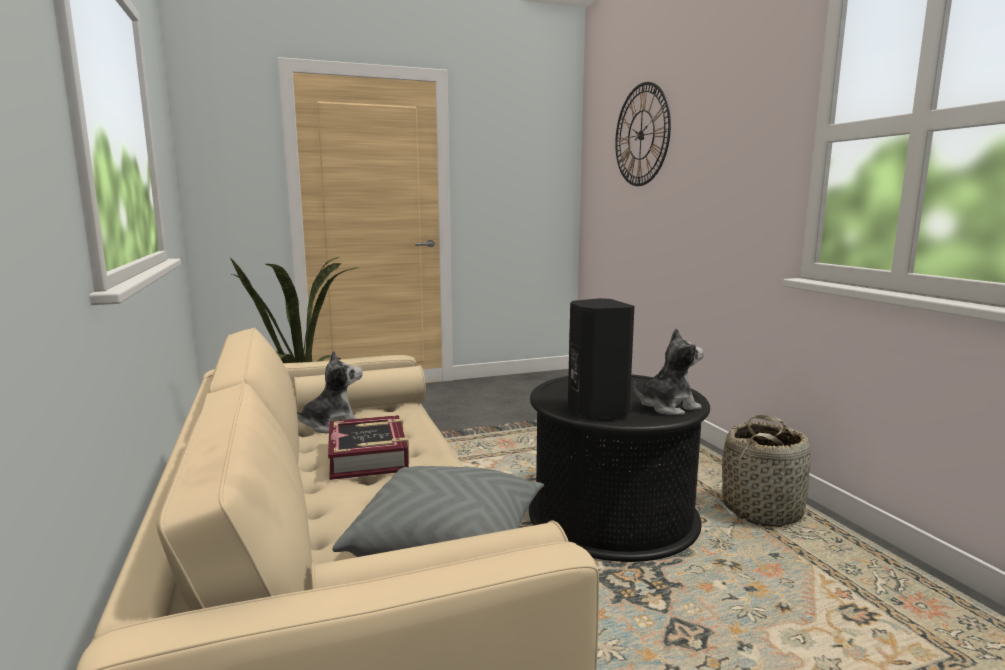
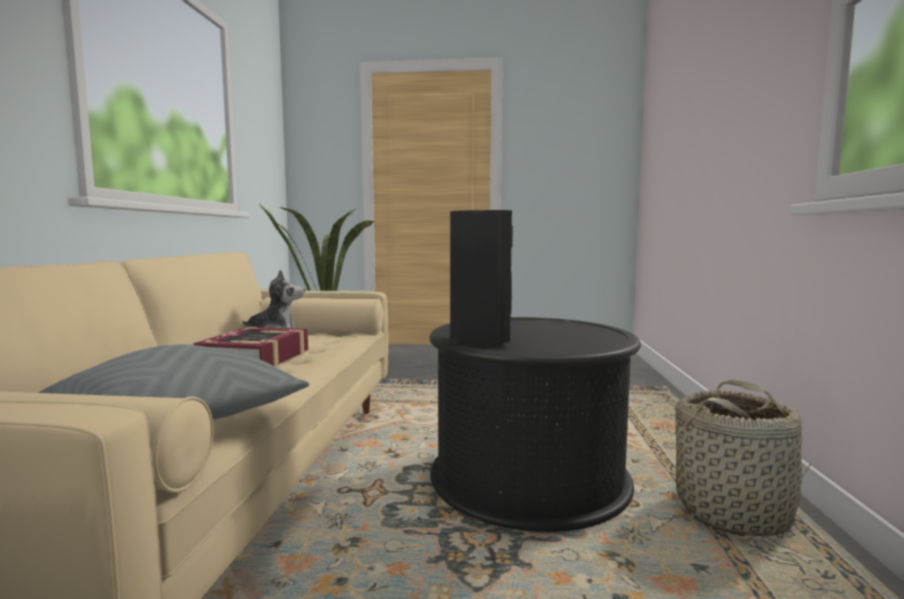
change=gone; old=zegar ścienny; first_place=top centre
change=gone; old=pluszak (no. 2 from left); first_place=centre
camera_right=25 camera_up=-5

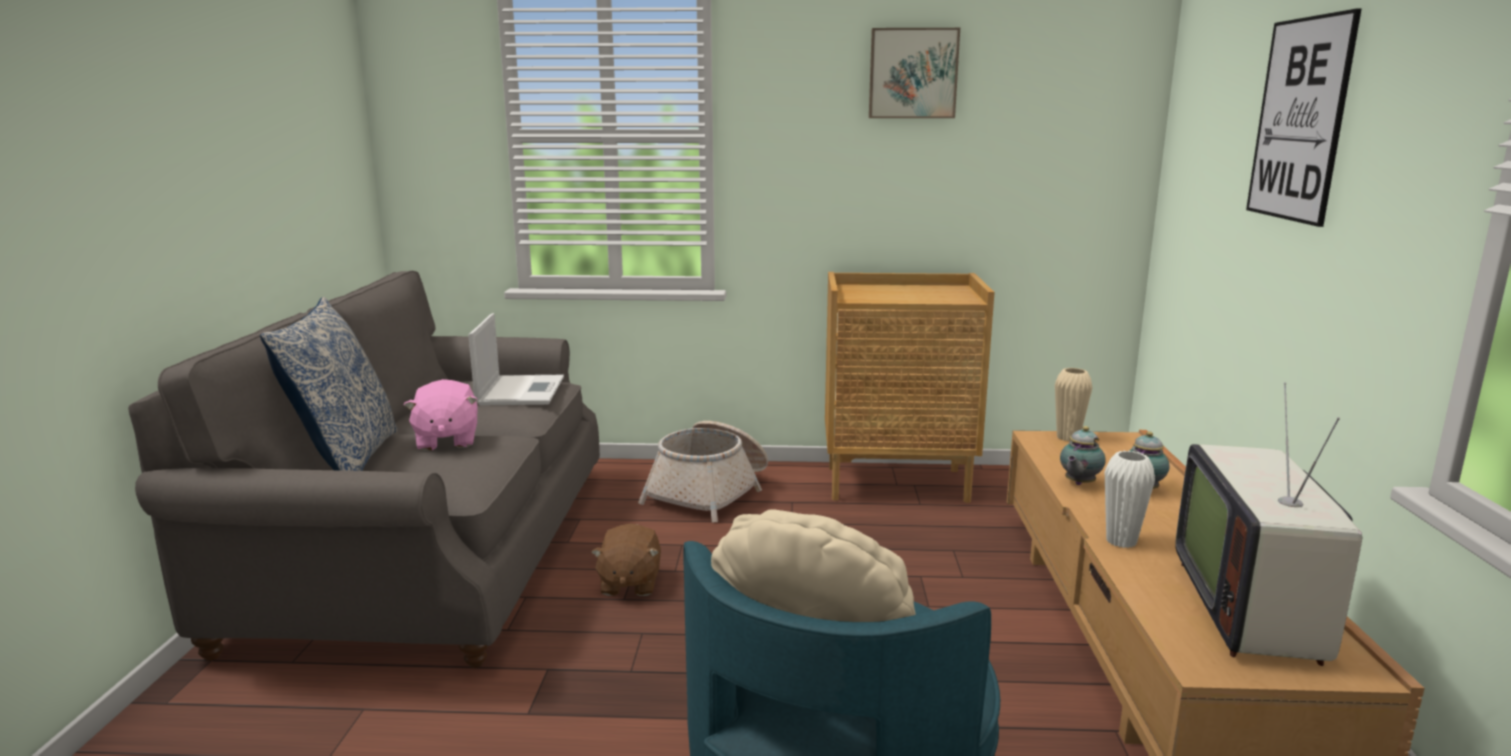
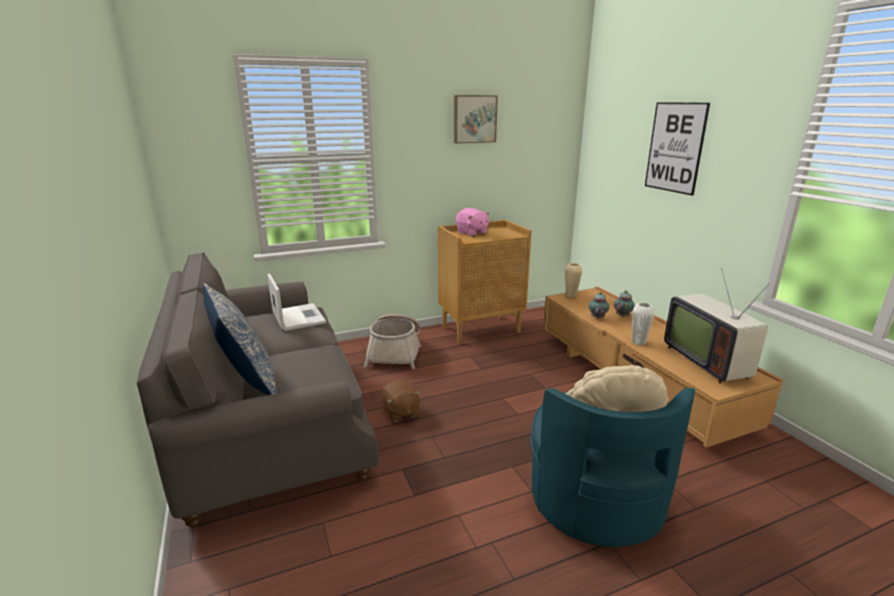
change=shifted; old=pluszak/różowy; first_place=middle left; second_place=centre
camera_right=-25 camera_up=5

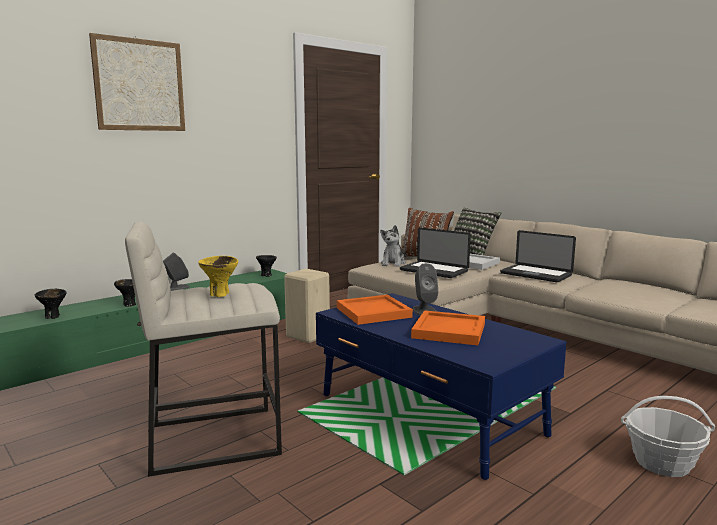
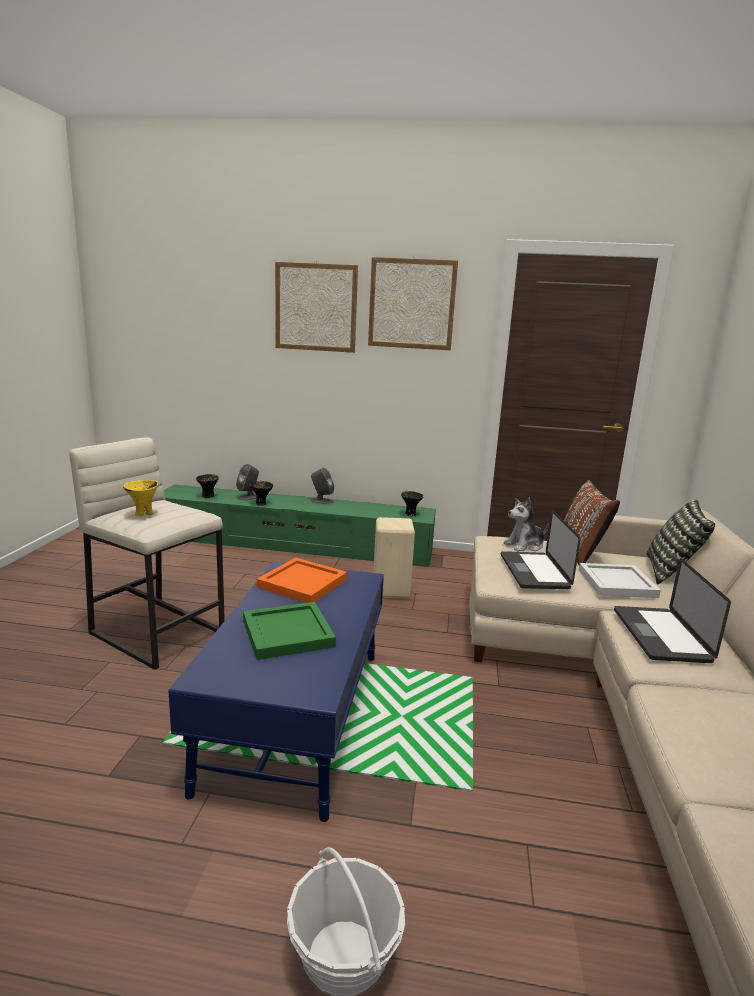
change=shifted; old=głośnik/szary (no. 2 from left in the first image); new=głośnik/szary (no. 1 from left); first_place=centre; second_place=middle left
change=repainted; old=taca/pomarańczowy (no. 2 from left); new=taca/zielony; first_place=centre; second_place=centre
change=new; new=obraz (no. 2 from left); second_place=top centre
camera_right=50 camera_up=5

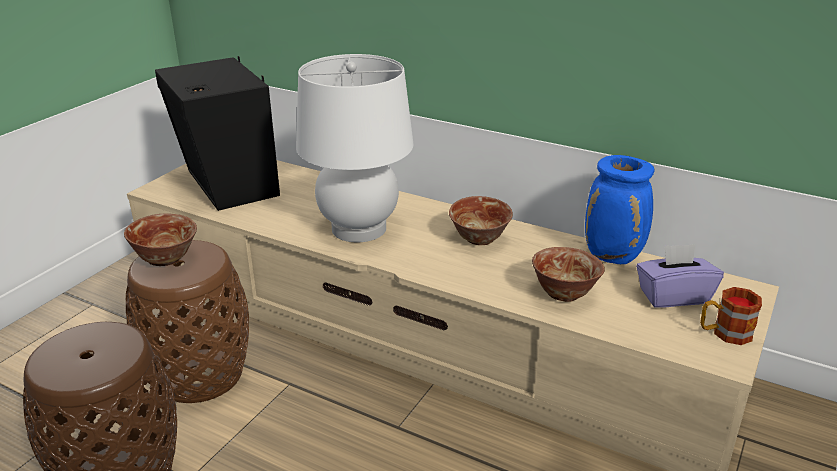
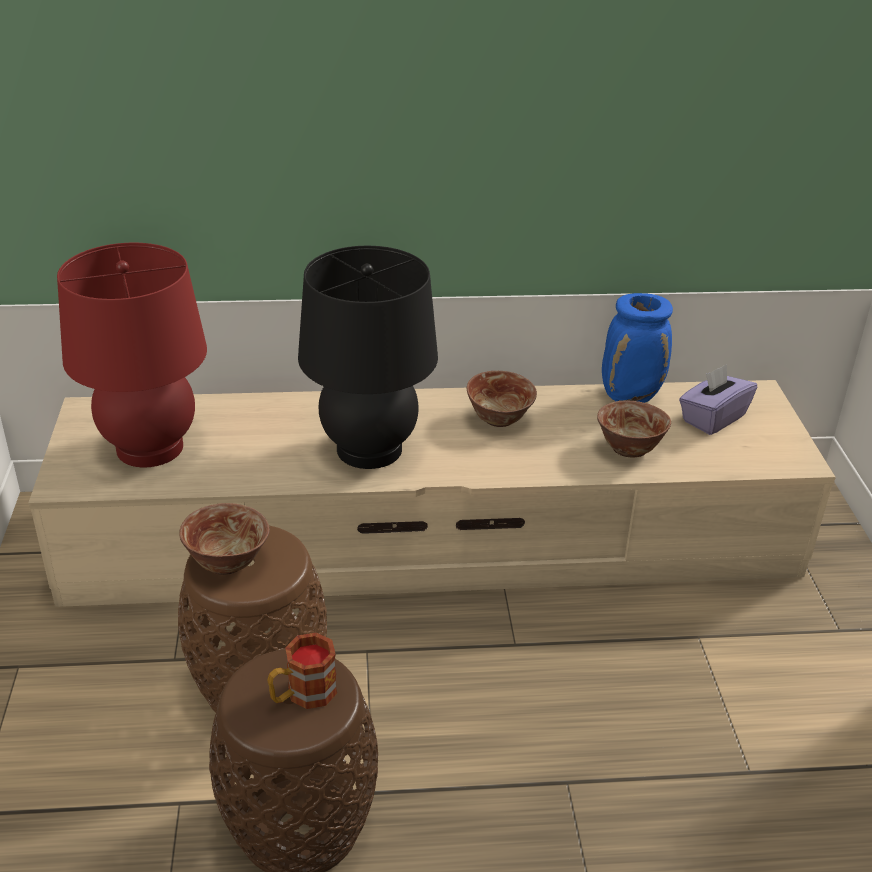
change=repainted; old=lampa stołowa/biały; new=lampa stołowa/czarny; first_place=top centre; second_place=centre
change=swapped; old=głośnik/czarny; new=lampa stołowa/czerwony; first_place=top left; second_place=middle left
change=shifted; old=kubek; first_place=bottom right; second_place=bottom centre
camera_right=-35 camera_up=5

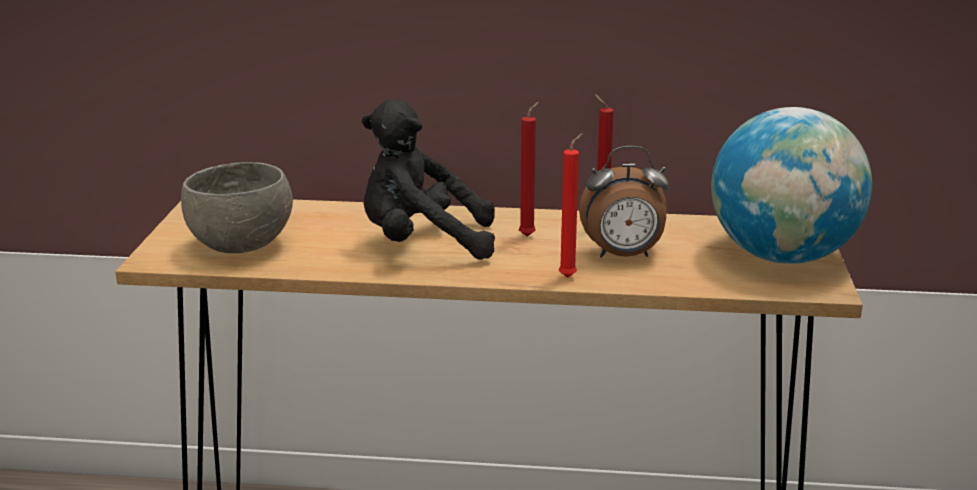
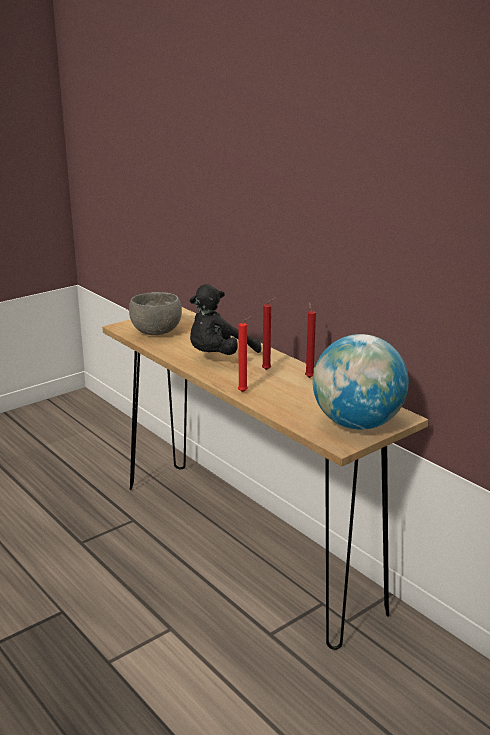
change=rotated; old=pluszak/czarny; first_place=centre; second_place=centre; degrees=-90
change=gone; old=budzik; first_place=centre
camera_right=45 camera_up=0

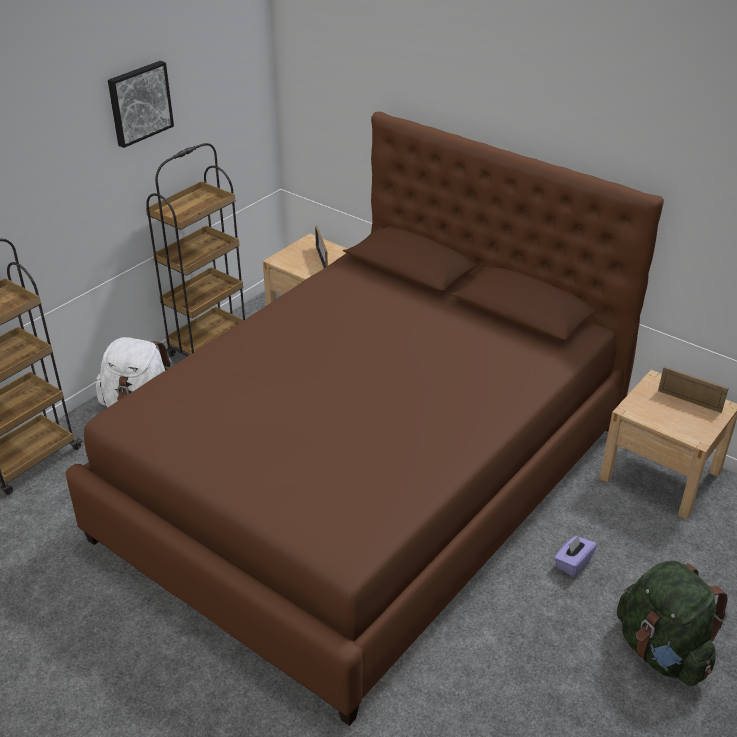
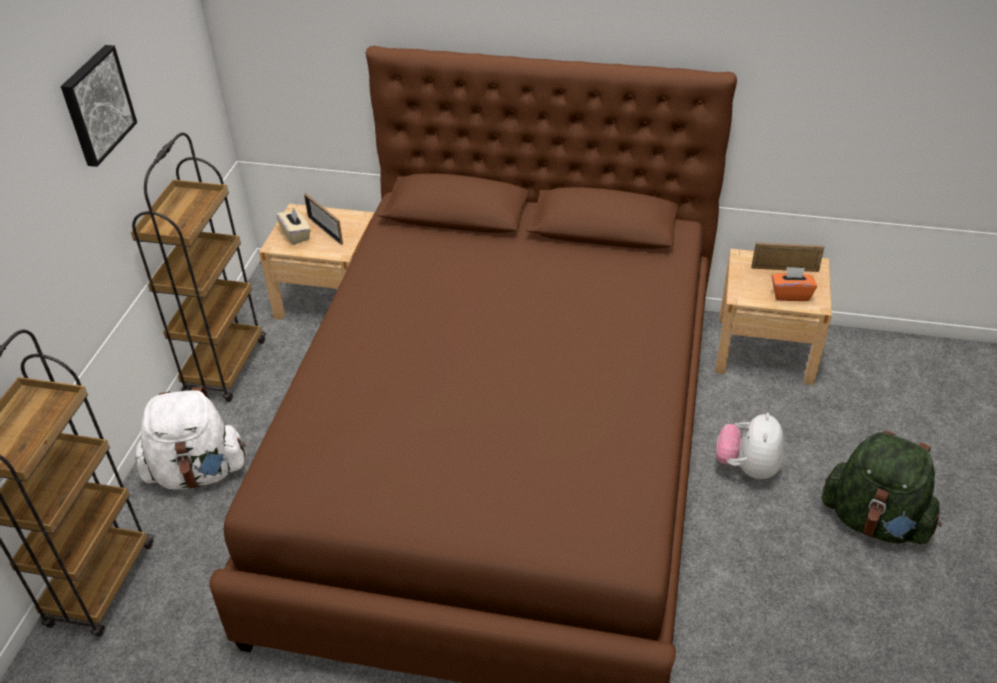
change=swapped; old=pudełko chusteczek/fioletowy; new=pluszak; first_place=bottom right; second_place=middle right
change=new; new=pudełko chusteczek/beżowy; second_place=top left
change=new; new=pudełko chusteczek/pomarańczowy; second_place=middle right
camera_right=-25 camera_up=5

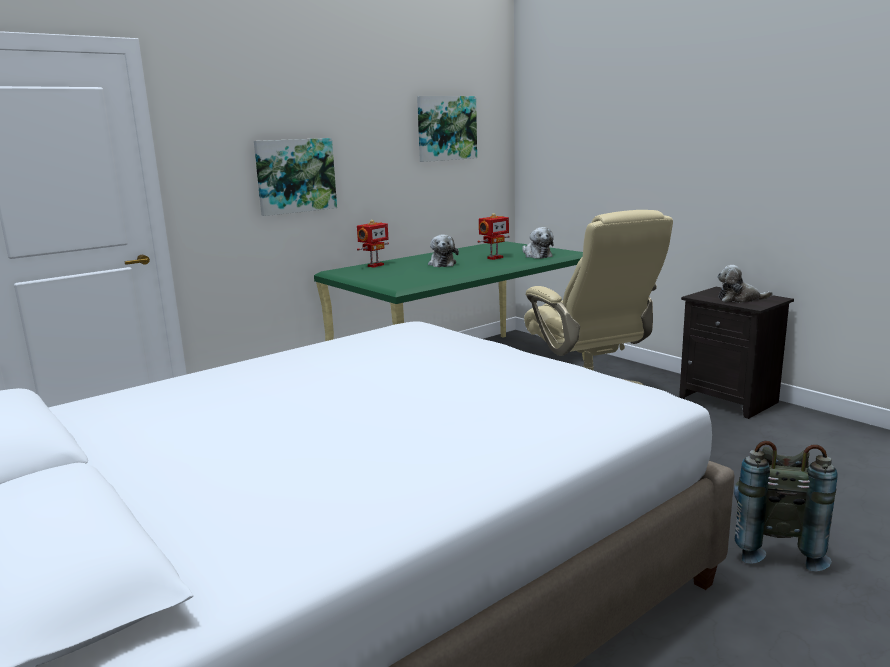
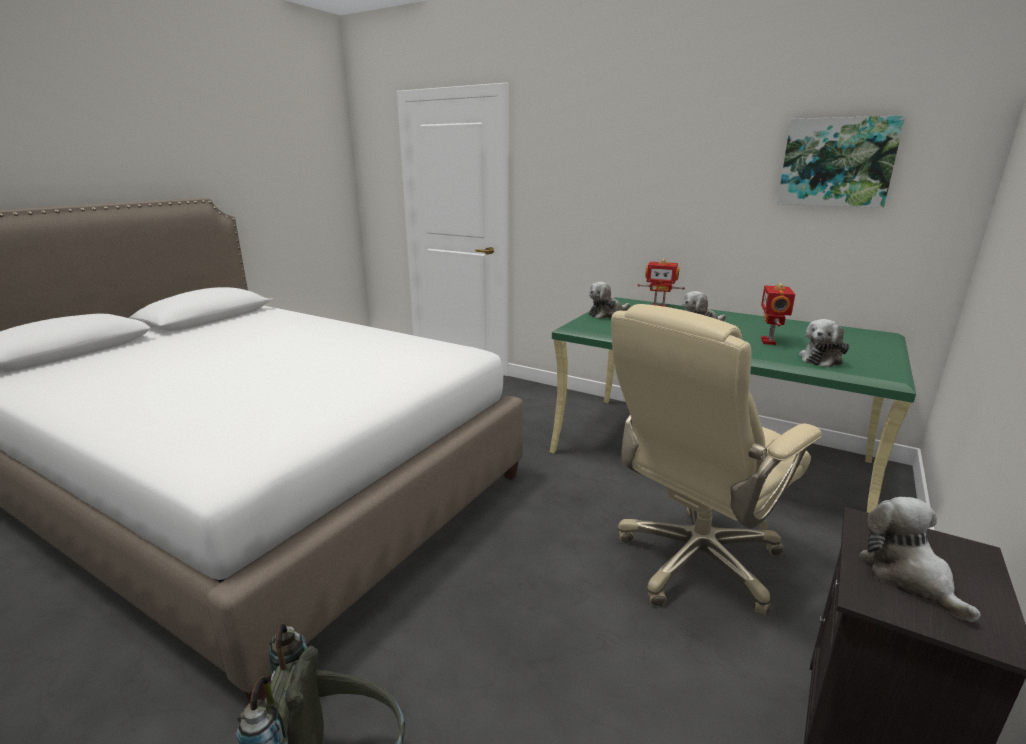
change=gone; old=obraz (no. 1 from left); first_place=top left
change=rotated; old=robot zabawkowy (no. 2 from left); first_place=centre; second_place=middle right; degrees=75
change=new; new=pluszak (no. 1 from left); second_place=centre
camera_right=70 camera_up=5

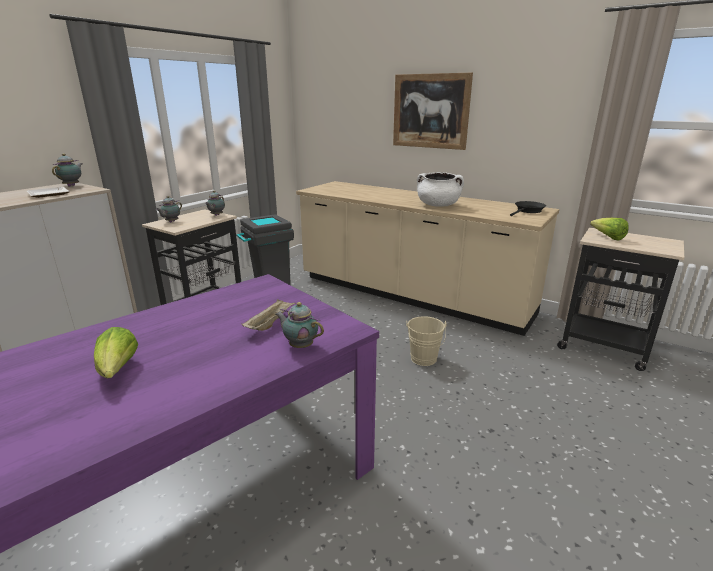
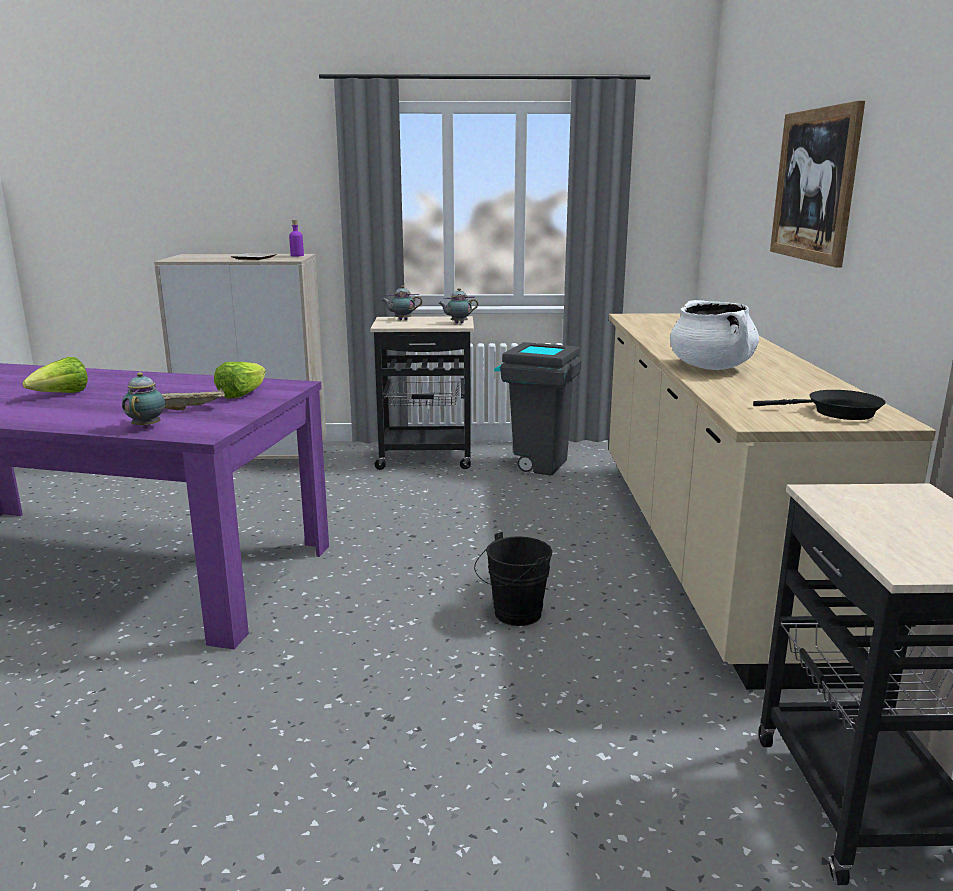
change=swapped; old=imbryk (no. 1 from left); new=butelka/fioletowy; first_place=top left; second_place=top left
change=shifted; old=sałata (no. 2 from left); first_place=middle right; second_place=middle left
change=repainted; old=wiadro/beżowy; new=wiadro/czarny; first_place=centre; second_place=centre
camera_right=55 camera_up=-5

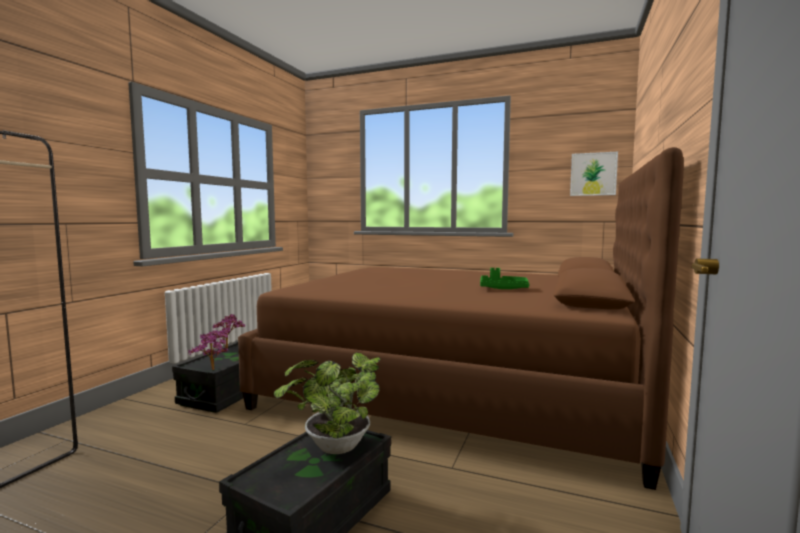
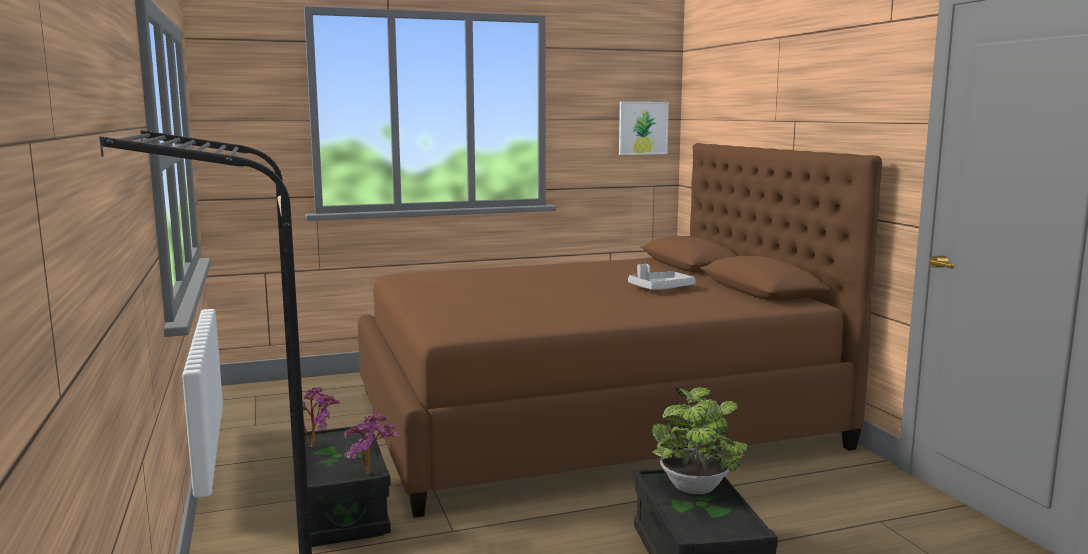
change=repainted; old=taca/zielony; new=taca/szary; first_place=centre; second_place=centre
camera_right=-40 camera_up=5

